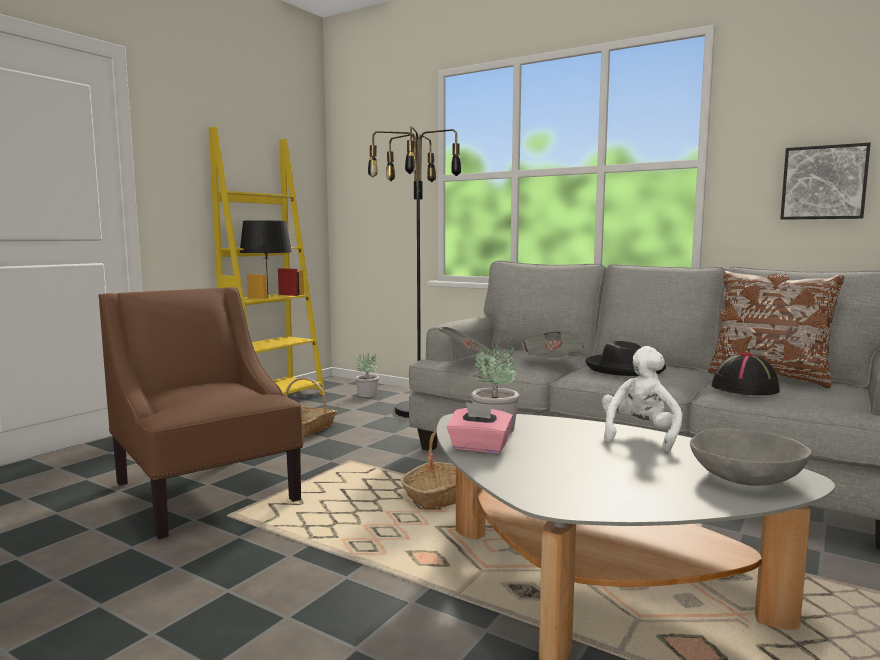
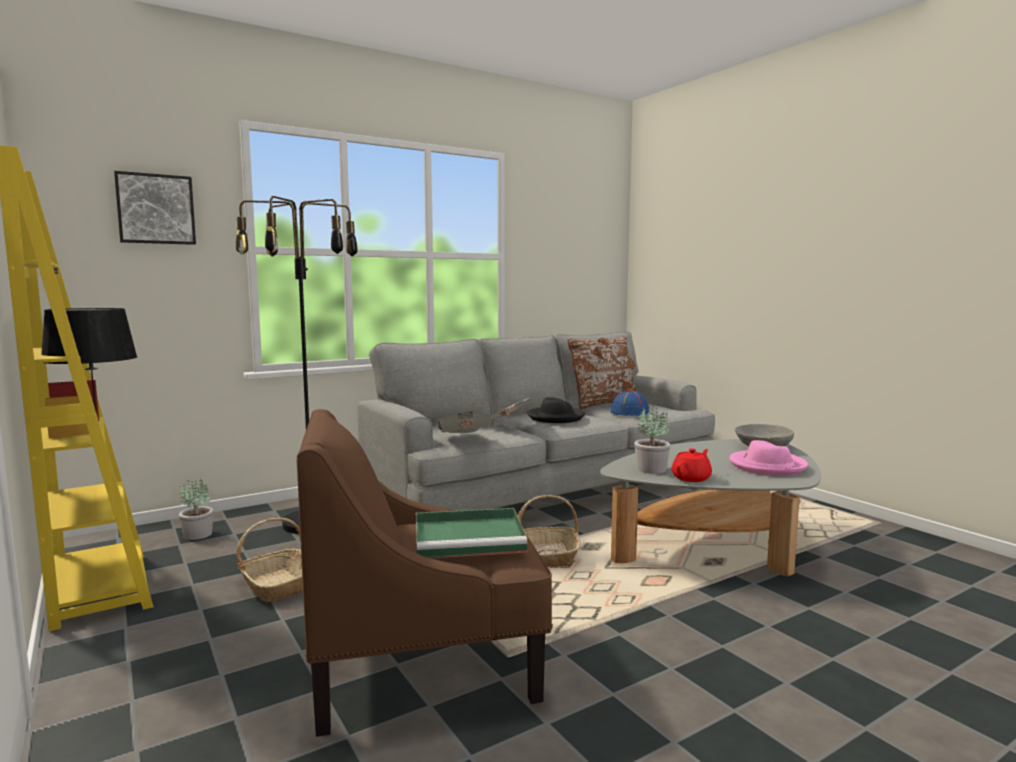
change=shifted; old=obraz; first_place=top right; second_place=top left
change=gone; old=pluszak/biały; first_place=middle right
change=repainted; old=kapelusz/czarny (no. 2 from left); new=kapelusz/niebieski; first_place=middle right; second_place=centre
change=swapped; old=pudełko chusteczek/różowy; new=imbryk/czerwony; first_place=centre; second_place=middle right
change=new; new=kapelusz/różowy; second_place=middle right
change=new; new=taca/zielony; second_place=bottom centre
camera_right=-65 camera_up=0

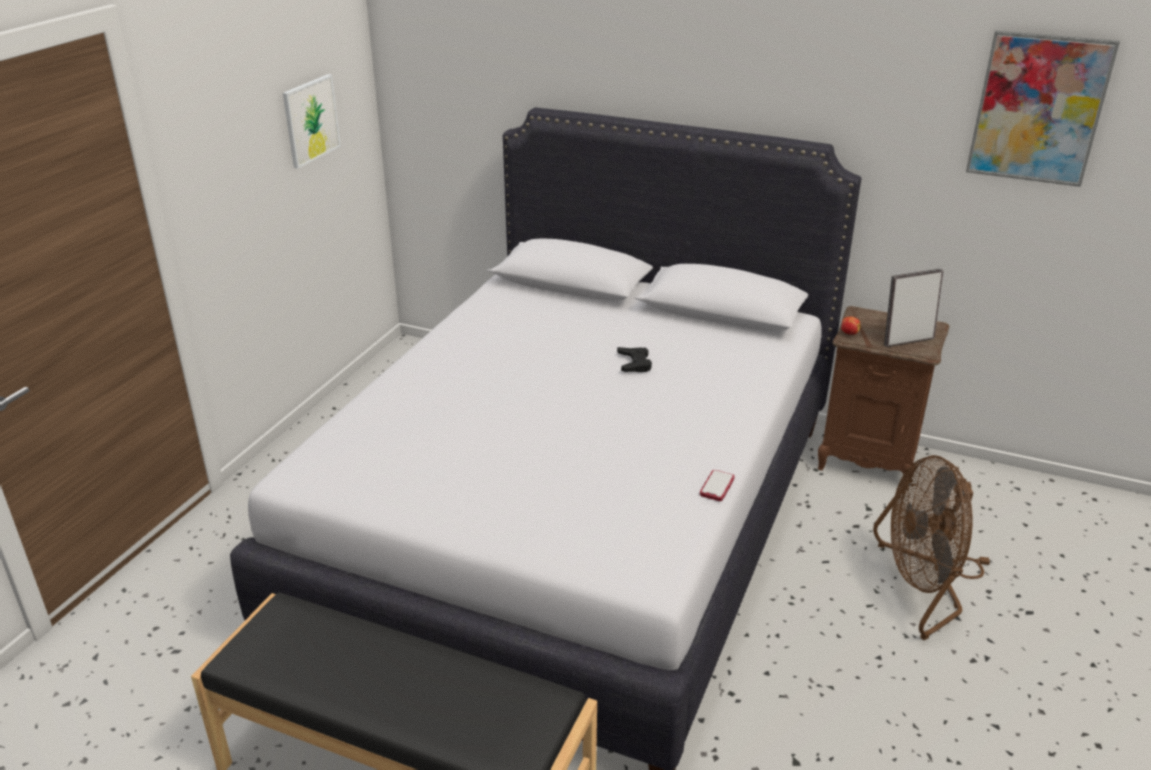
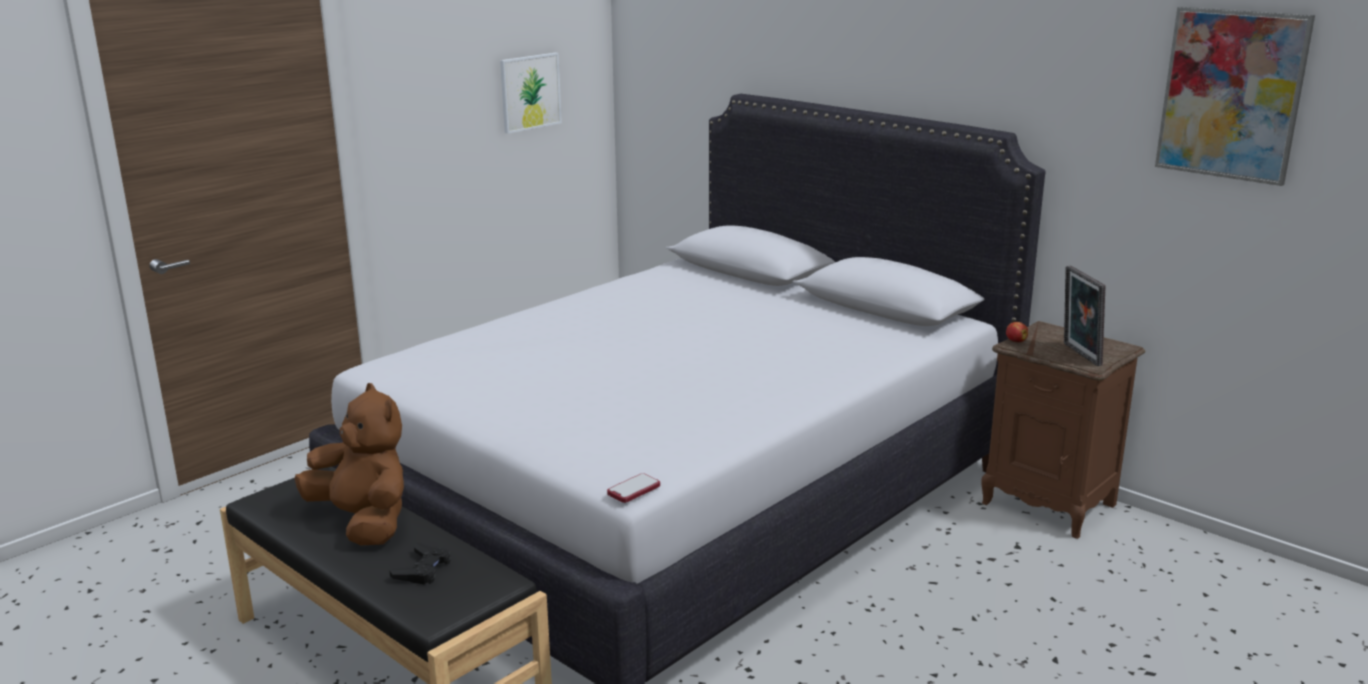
change=rotated; old=ramka na zdjęcie; first_place=middle right; second_place=middle right; degrees=-105
change=shifted; old=pad do gier/czarny; first_place=centre; second_place=bottom left
change=gone; old=wentylator/brązowy; first_place=bottom right
change=shifted; old=telefon; first_place=centre; second_place=bottom centre
change=new; new=pluszak/brązowy; second_place=bottom left
camera_right=20 camera_up=-10

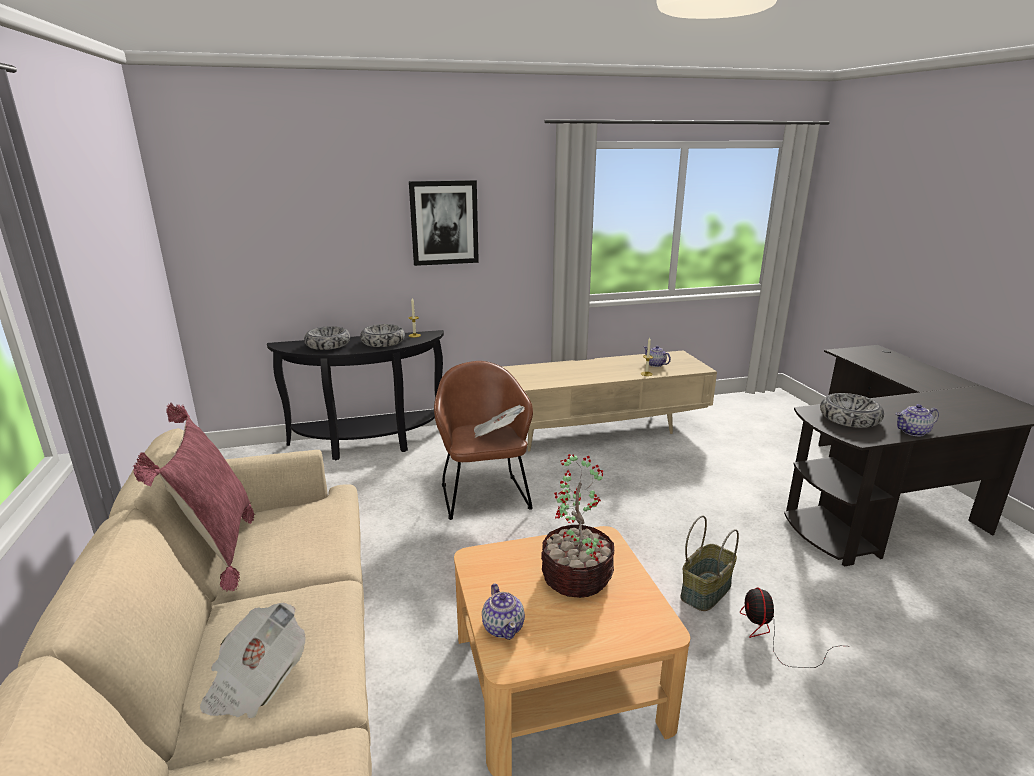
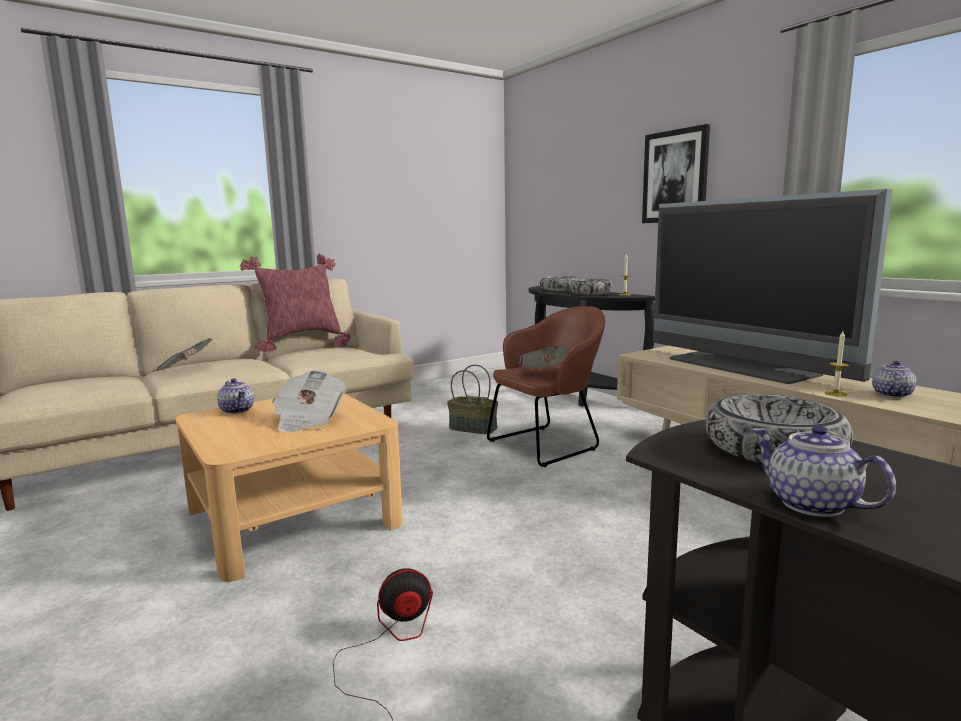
change=swapped; old=roślina doniczkowa; new=gazeta (no. 2 from left); first_place=bottom centre; second_place=middle left
change=shifted; old=koszyk; first_place=bottom right; second_place=centre
change=rotated; old=imbryk (no. 1 from left); first_place=bottom centre; second_place=middle left; degrees=-90
change=new; new=telewizor; second_place=middle right
camera_right=70 camera_up=-10

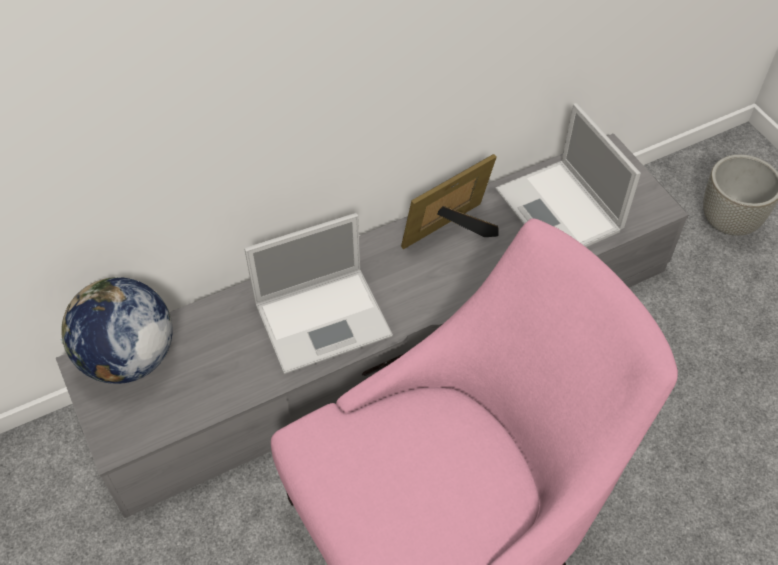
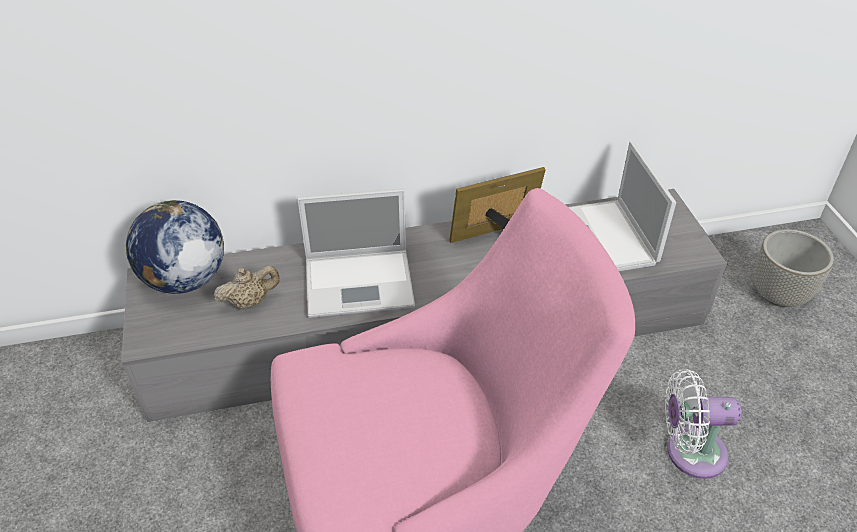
change=new; new=imbryk/beżowy; second_place=middle left
change=new; new=wentylator/biały; second_place=bottom right
camera_right=15 camera_up=-10

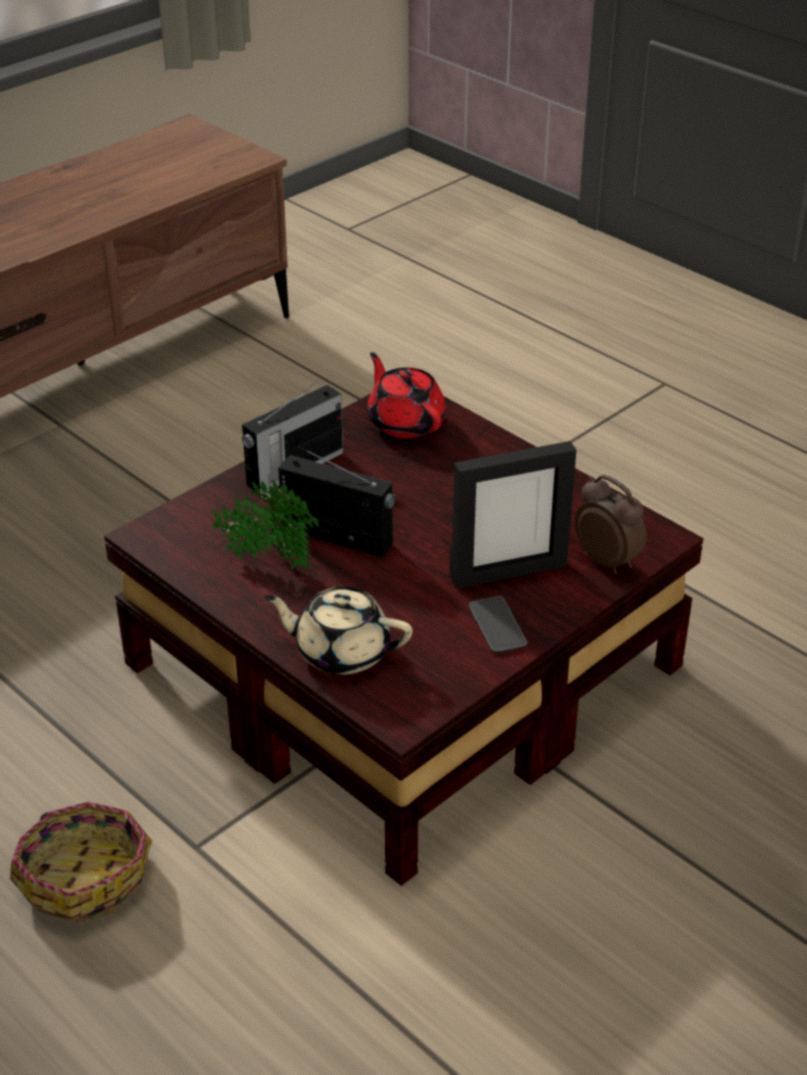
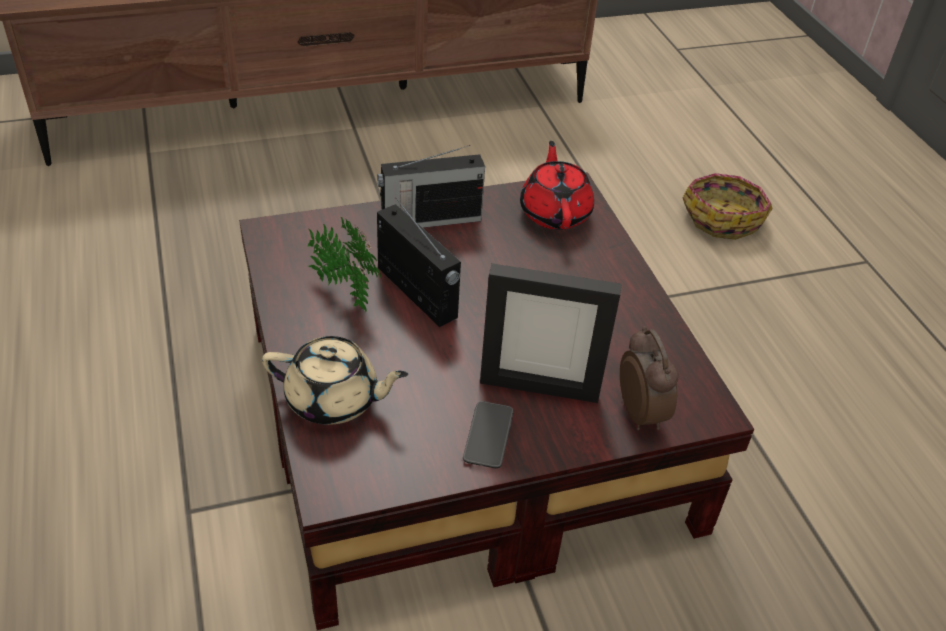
change=rotated; old=imbryk/beżowy; first_place=centre; second_place=centre; degrees=150
change=shifted; old=koszyk; first_place=bottom left; second_place=top right
camera_right=25 camera_up=5

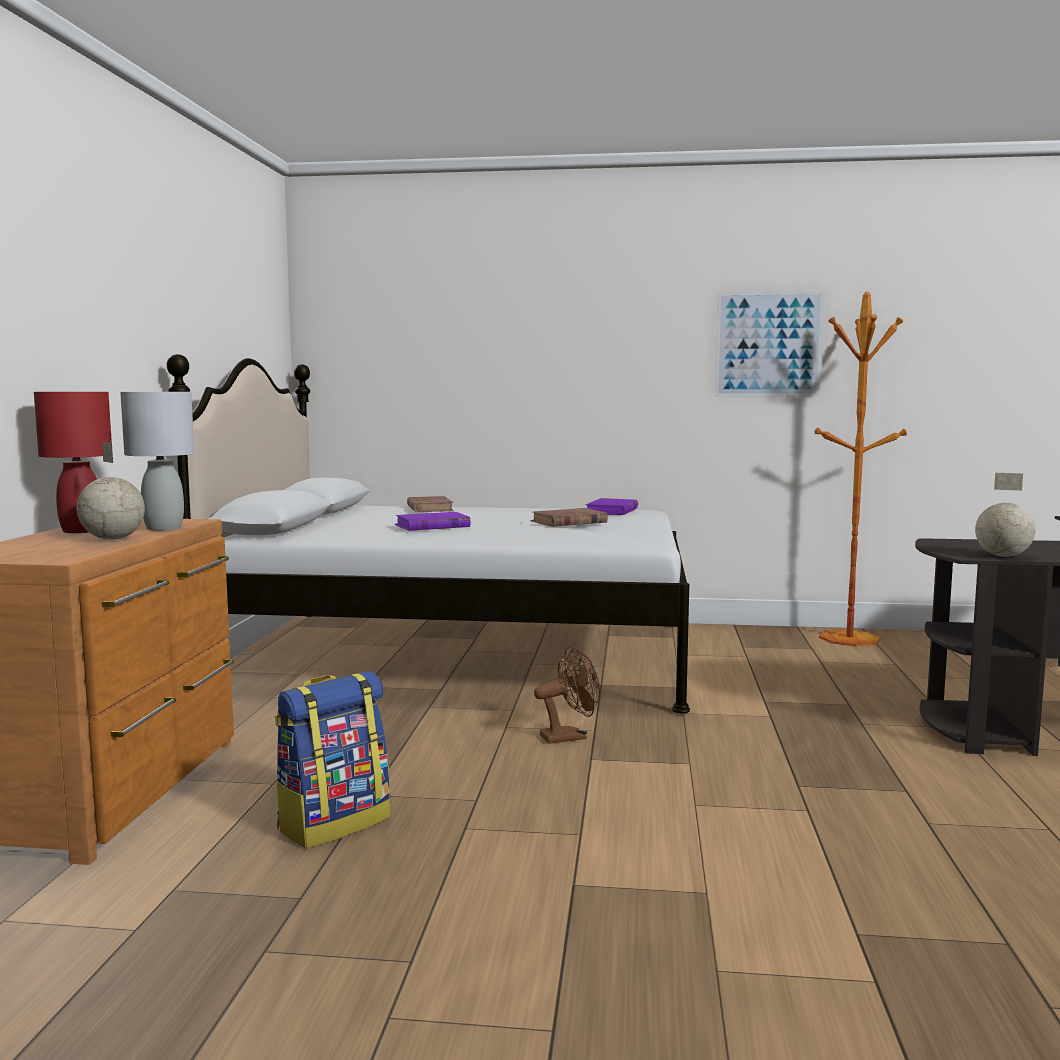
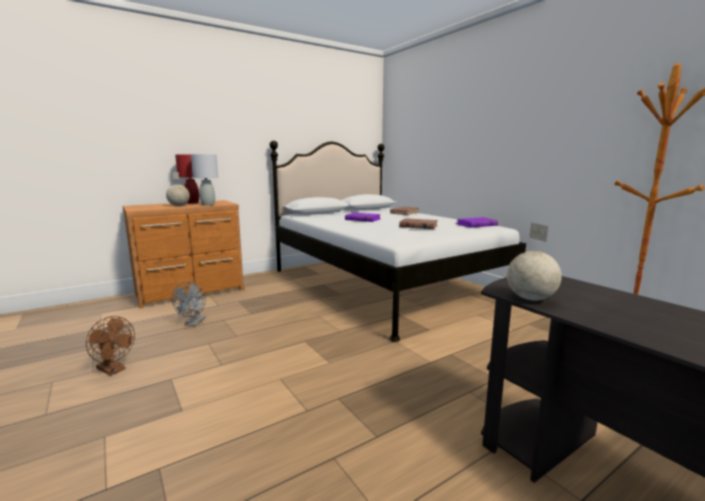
change=gone; old=obraz; first_place=top right
change=shifted; old=wentylator/brązowy; first_place=centre; second_place=bottom left
change=swapped; old=plecak; new=wentylator/szary; first_place=bottom left; second_place=middle left
camera_right=50 camera_up=5

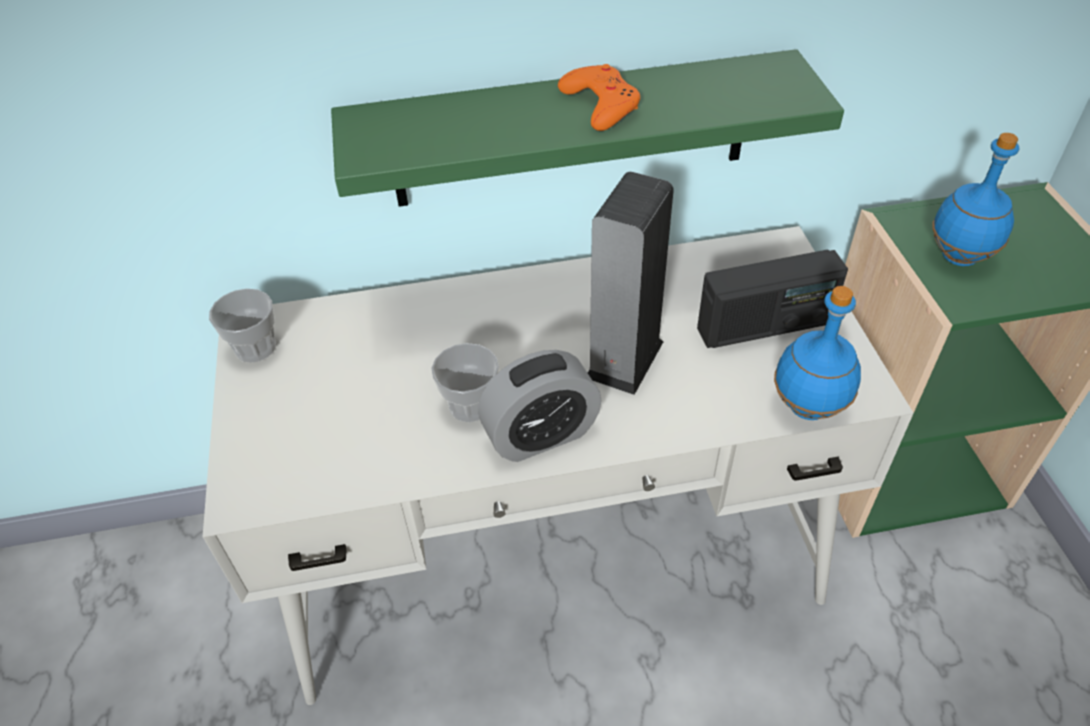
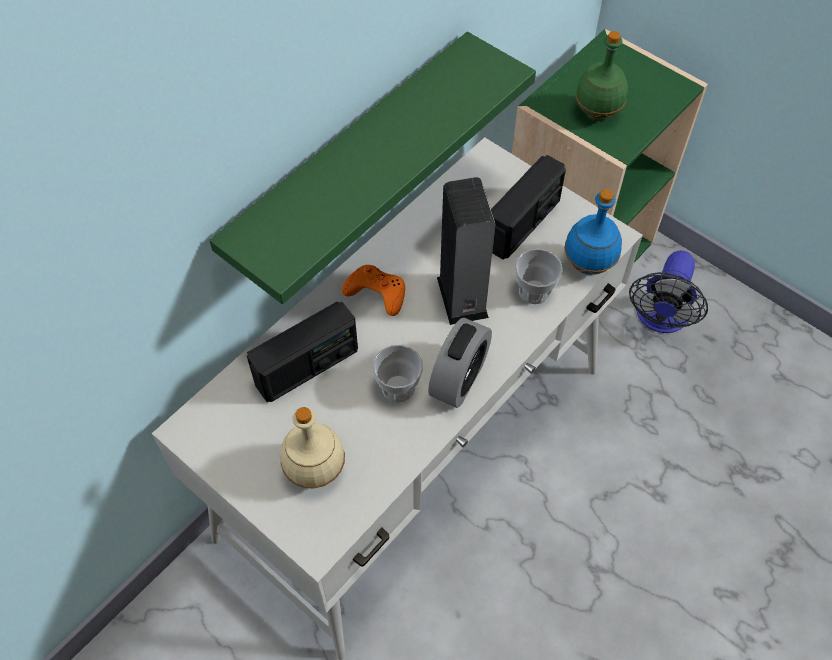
change=shifted; old=pad do gier/pomarańczowy; first_place=top centre; second_place=centre
change=repainted; old=butelka/niebieski (no. 2 from left); new=butelka/zielony; first_place=top right; second_place=top right
change=shifted; old=filiżanka (no. 1 from left in the first image); new=filiżanka (no. 2 from left); first_place=middle left; second_place=centre
change=new; new=wentylator; second_place=middle right
change=new; new=radio (no. 1 from left); second_place=centre
change=new; new=butelka/beżowy; second_place=bottom centre
camera_right=-40 camera_up=10

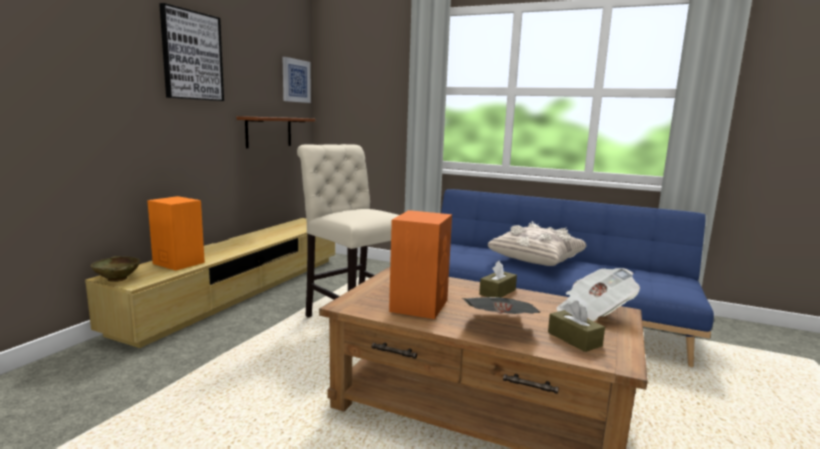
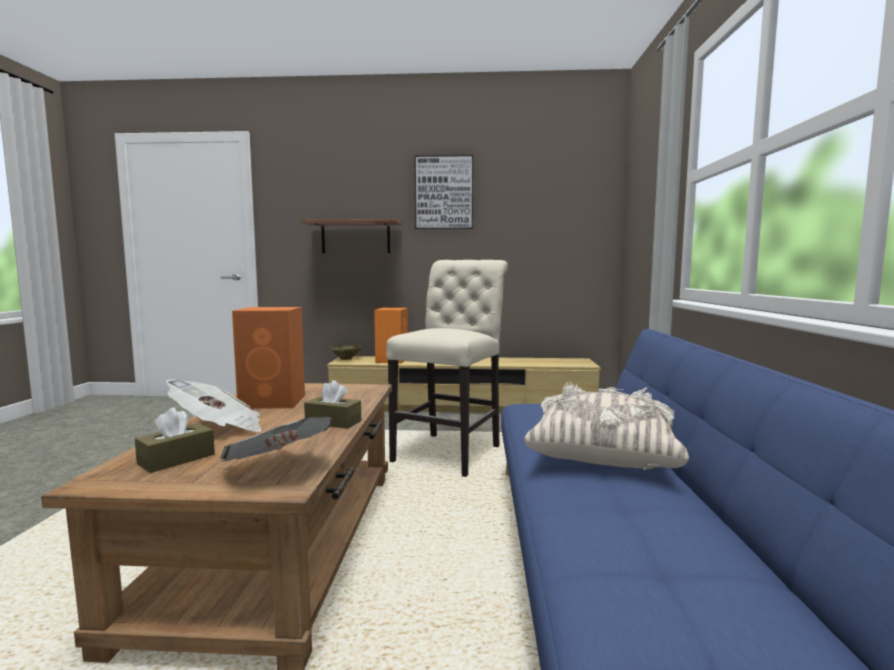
change=gone; old=obraz (no. 2 from left); first_place=top centre
change=shifted; old=półka/brązowy; first_place=top centre; second_place=centre
camera_right=70 camera_up=-5

